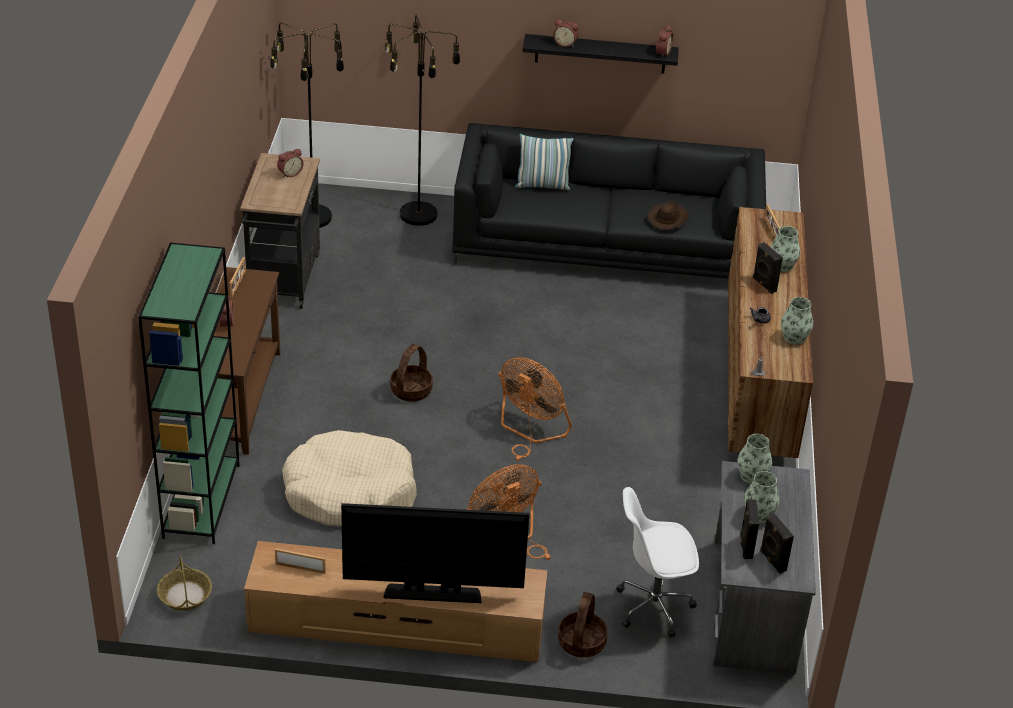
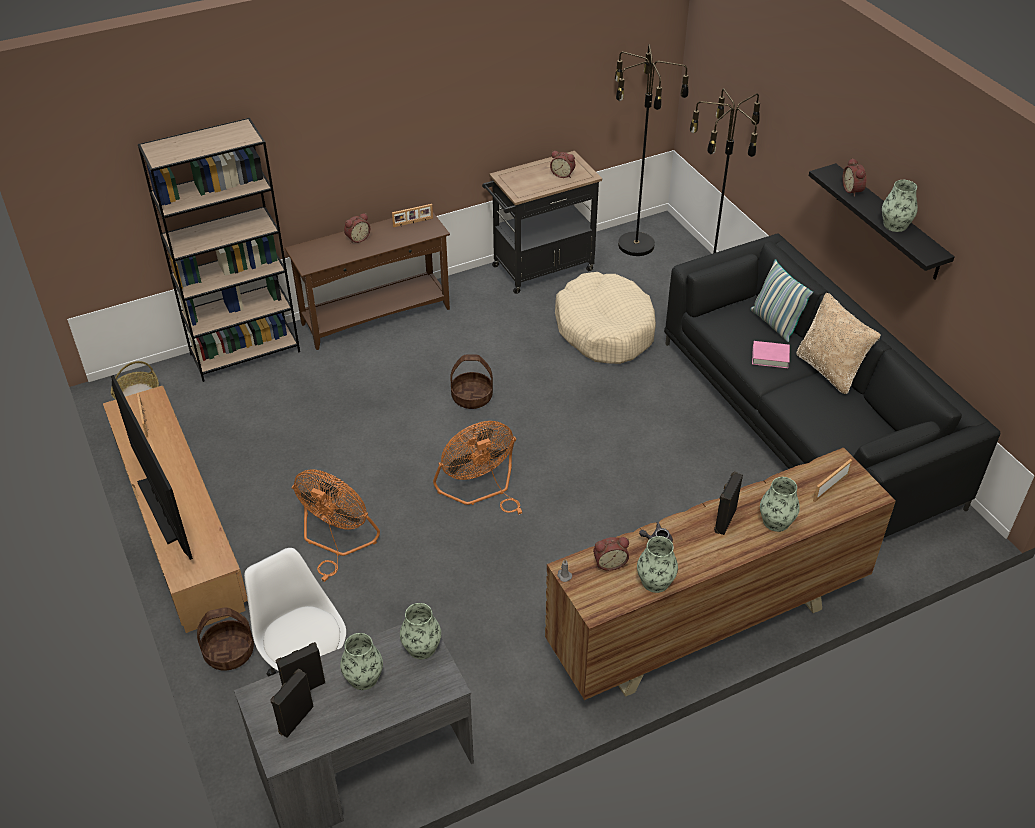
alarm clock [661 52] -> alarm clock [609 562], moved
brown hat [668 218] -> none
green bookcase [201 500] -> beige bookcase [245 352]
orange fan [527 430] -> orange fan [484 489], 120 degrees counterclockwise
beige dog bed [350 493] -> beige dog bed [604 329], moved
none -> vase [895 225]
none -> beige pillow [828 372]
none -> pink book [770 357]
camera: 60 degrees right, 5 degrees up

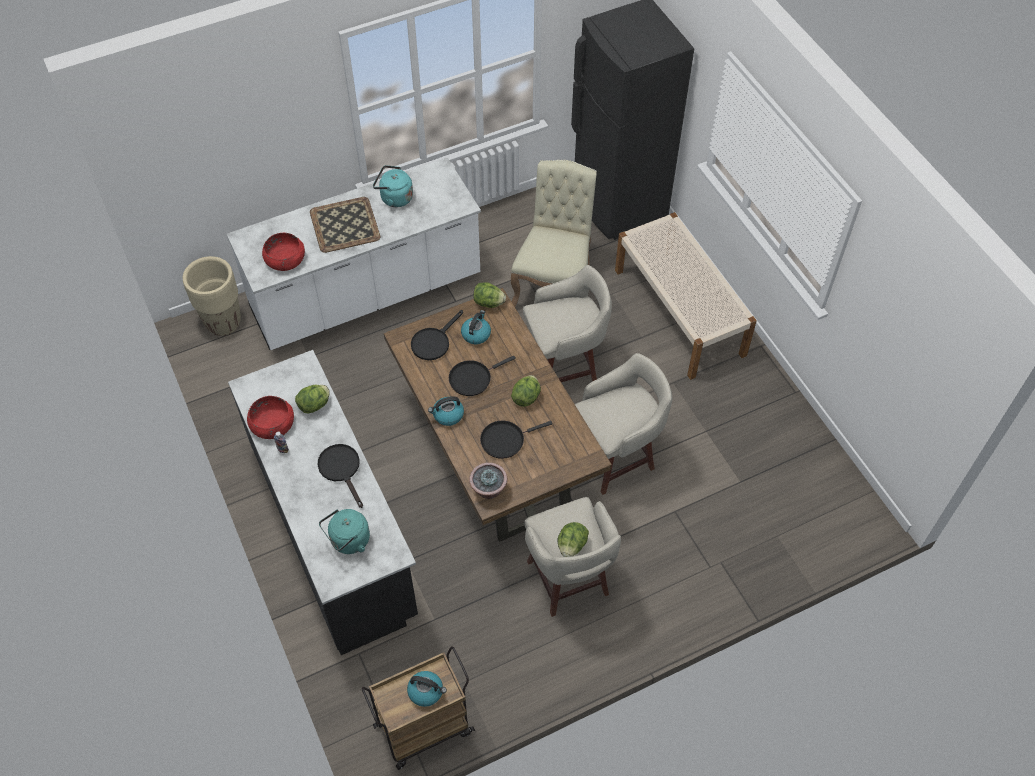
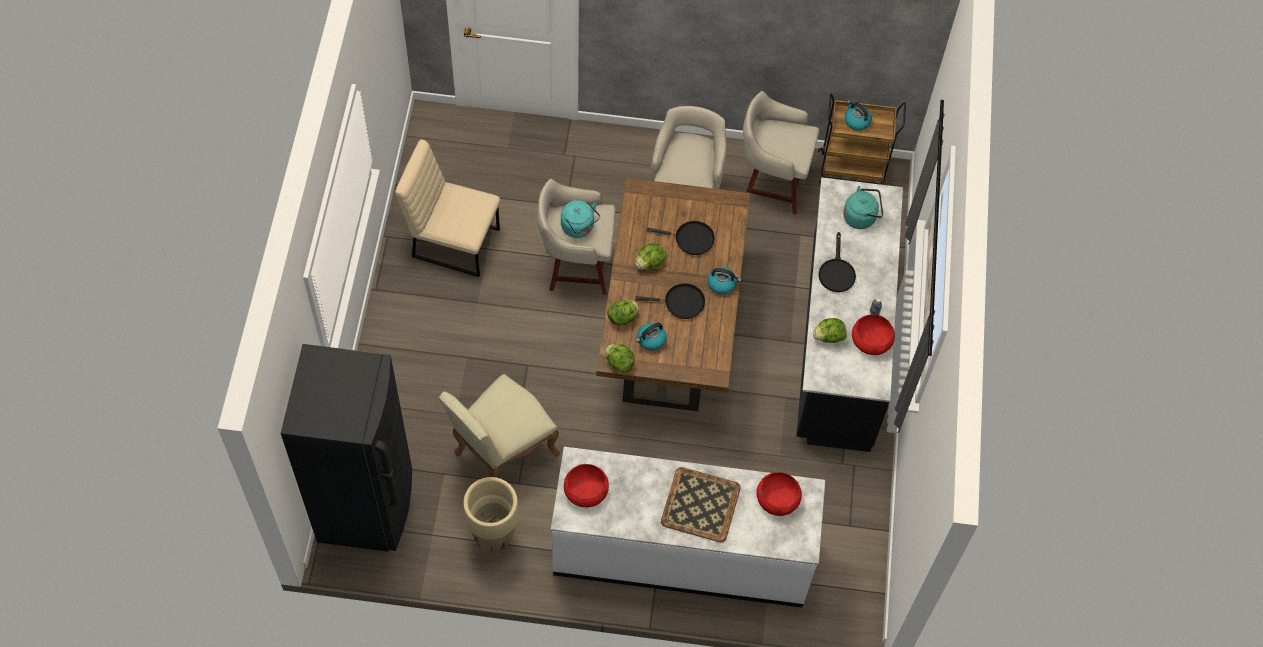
turquoise kettle [394 198] -> turquoise kettle [579 228], moved
beige bench [679 312] -> none
beige planter [223 323] -> beige planter [493 534], moved
beige stool [564 369] -> beige stool [771 186], moved
black frying pan [433 342] -> none
potted plant [488 490] -> none
lettuce [571 546] -> lettuce [623 318], moved
none -> beige chair [453 241]
none -> red bowl [586 490]
camera: 150 degrees left, 5 degrees up

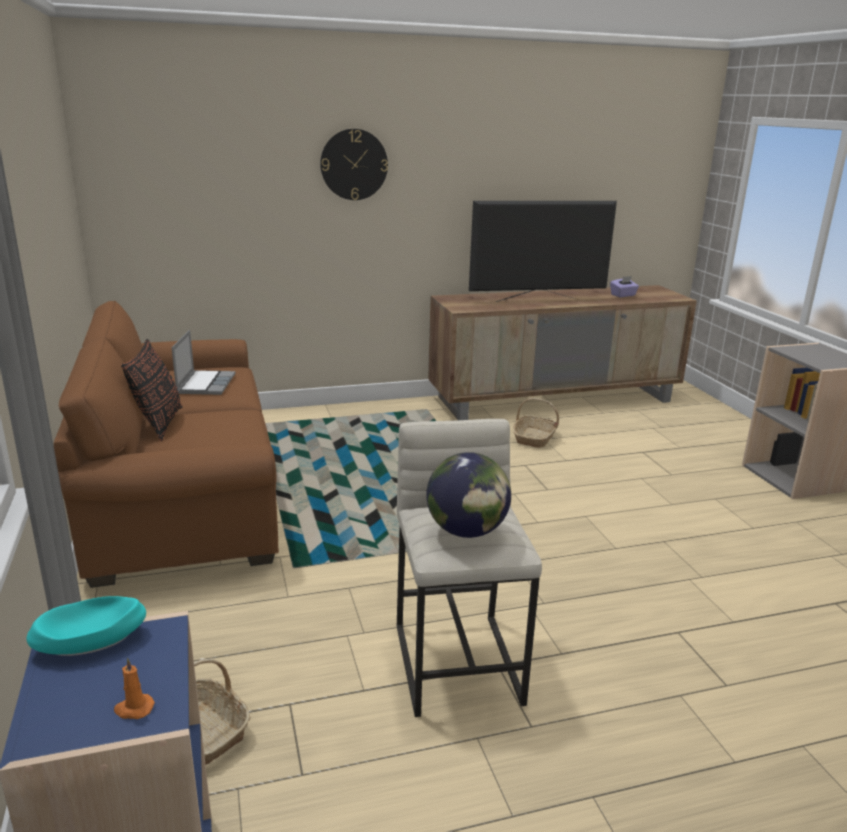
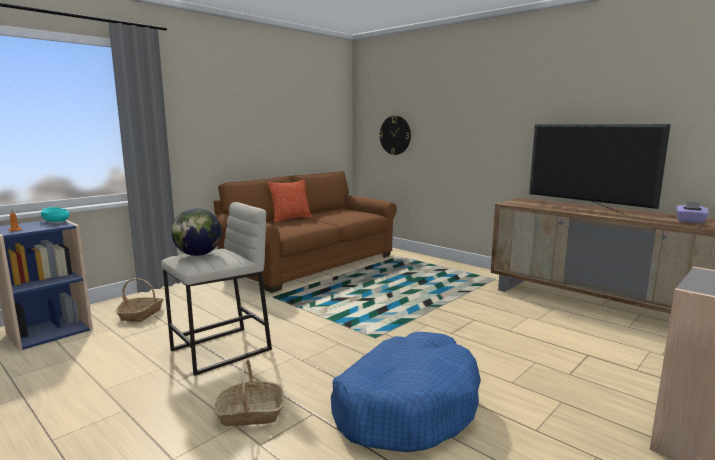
wall clock [354 164] -> wall clock [395 135], moved
laptop [205 384] -> none
black pillow [159 424] -> orange pillow [291 219]
basket [534 438] -> basket [250 414], moved
none -> blue dog bed [406 406]
camera: 60 degrees right, 10 degrees down

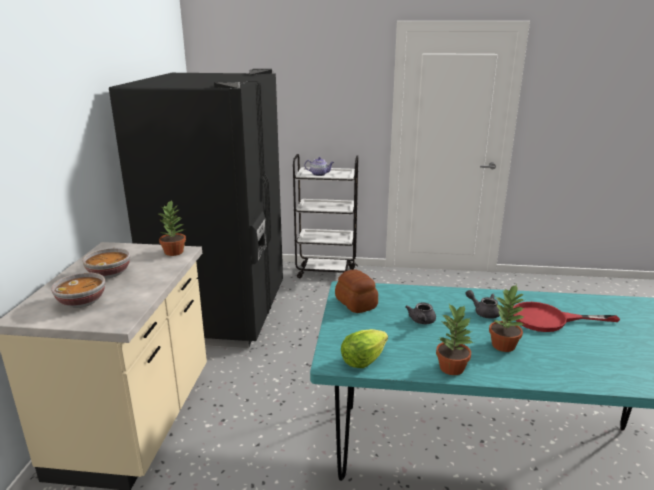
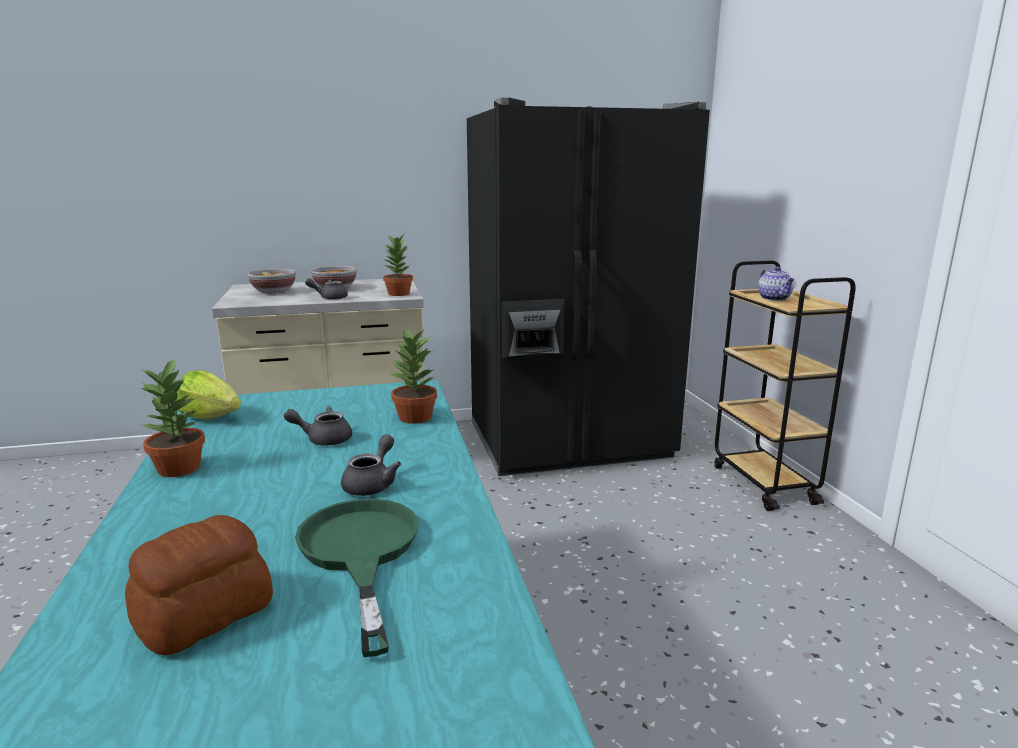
white cart [327 273] -> brown cart [765 485]
bread [356 303] -> bread [206 614], moved
potted plant [504 345] -> potted plant [415 418], moved
red frying pan [549 319] -> green frying pan [360 553]
none -> grey teapot [329 298]
camera: 70 degrees right, 5 degrees down

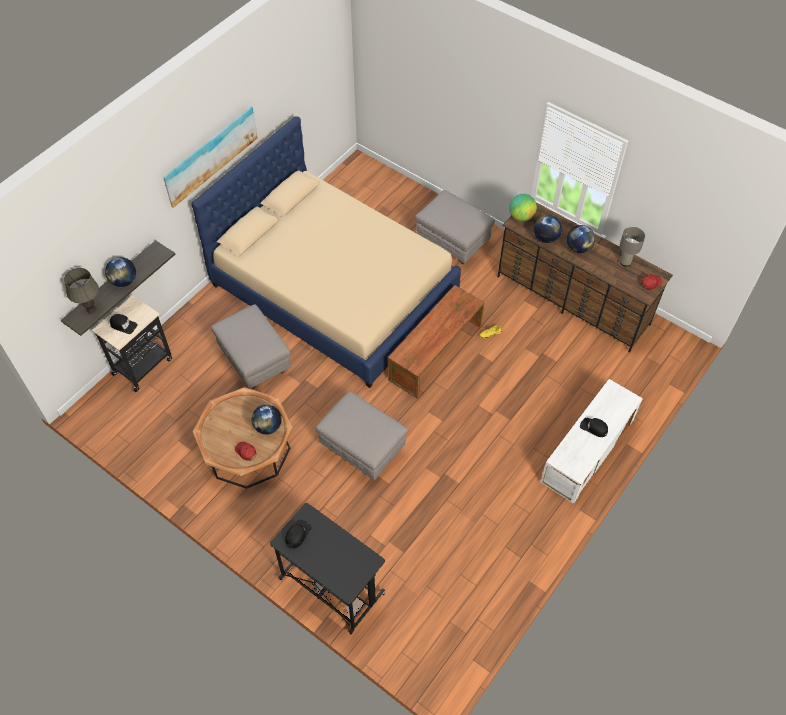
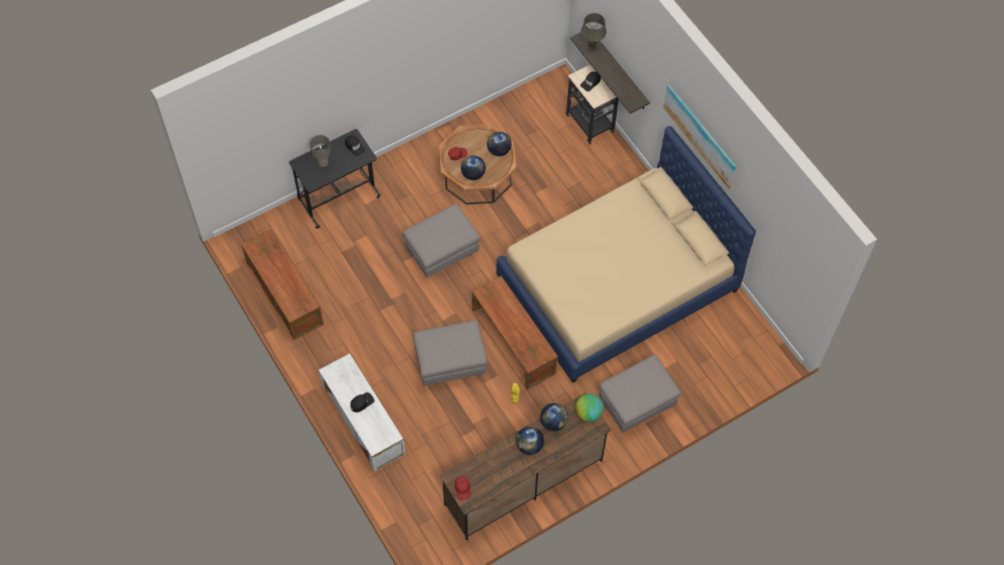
grey table lamp [625 262] -> grey table lamp [323 164], moved
globe [124 281] -> globe [499 151], moved
grey ottoman [254 361] -> grey ottoman [450 364], moved
none -> brown bench [283 292]
camera: 110 degrees right, 5 degrees up

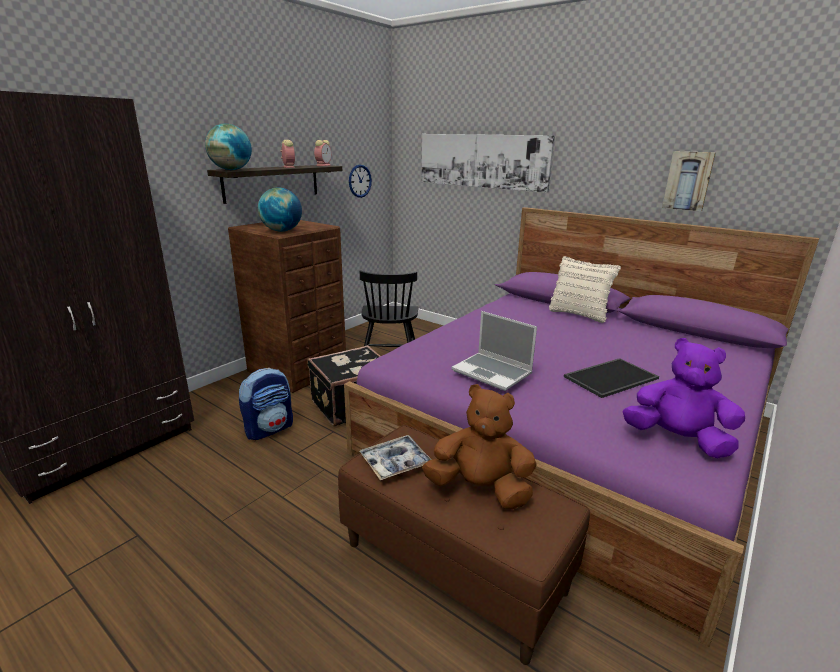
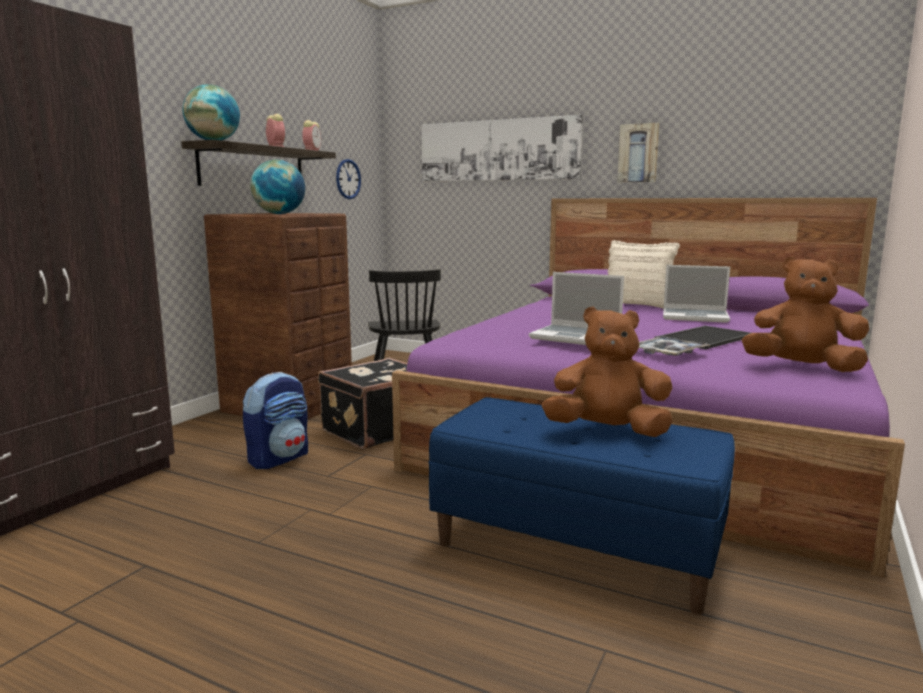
picture [688 181] -> picture [638 153], moved
purple plush toy [677 440] -> brown plush toy [801 368]
brown bench [454 566] -> blue bench [577 549]
tray [395 463] -> tray [668 353], moved
none -> laptop [695 317]
camera: 10 degrees left, 10 degrees down

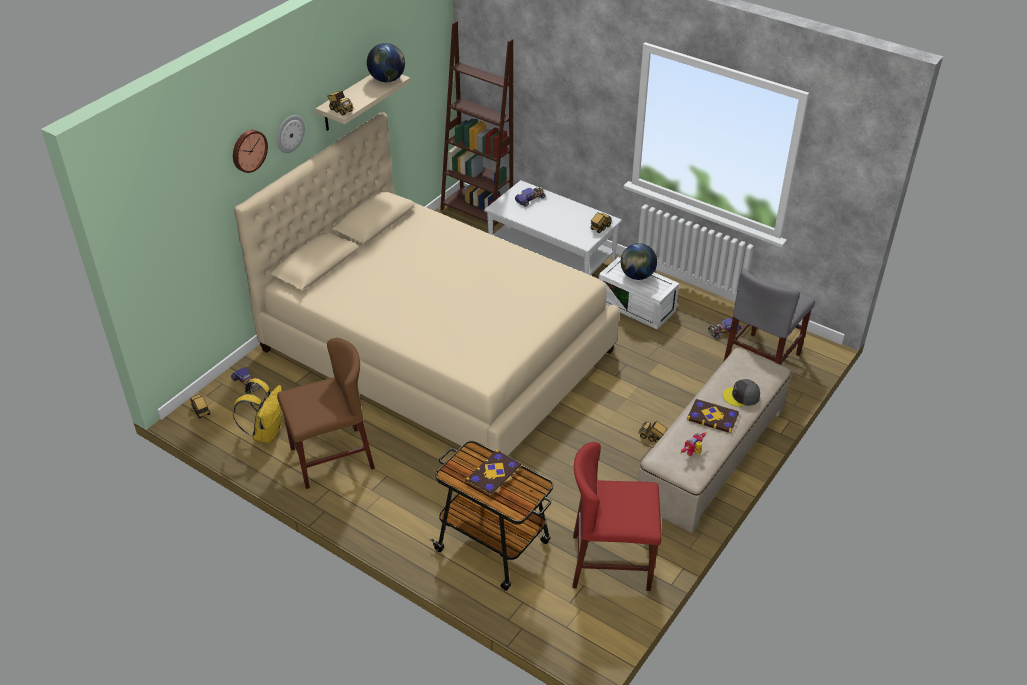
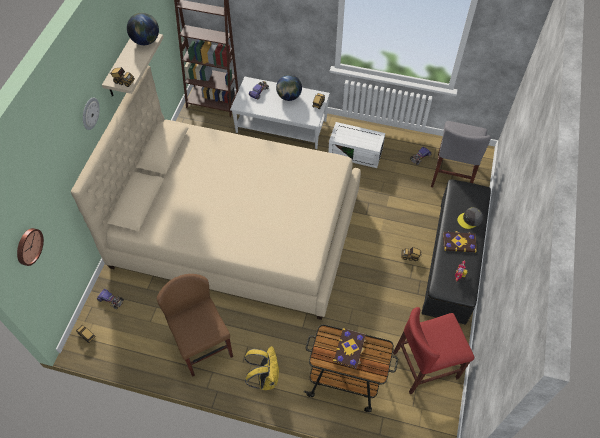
wall clock [248 150] -> wall clock [28 246], moved
globe [637 276] -> globe [289 97], moved
brown chair [332 458] -> brown chair [202 345], 75 degrees counterclockwise
beige bench [712 456] -> black bench [453 259]
yellow backpack [266 432] -> yellow backpack [265 377], moved
camera: 20 degrees left, 15 degrees up

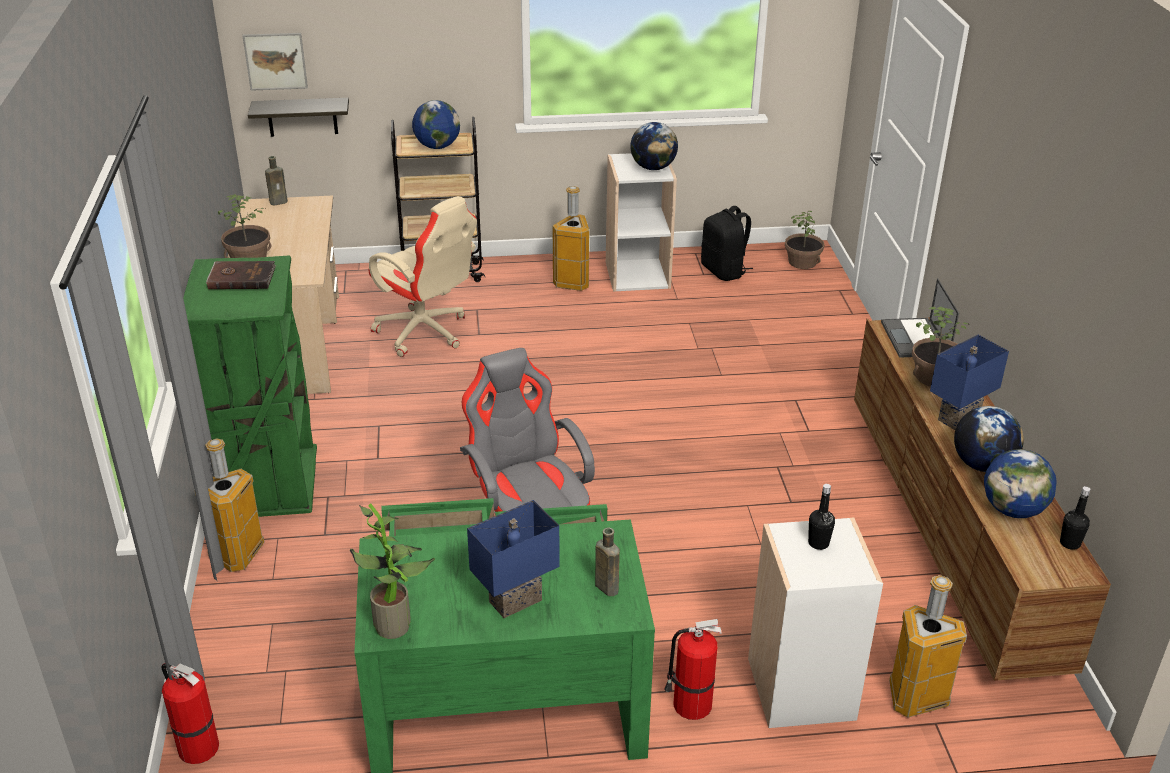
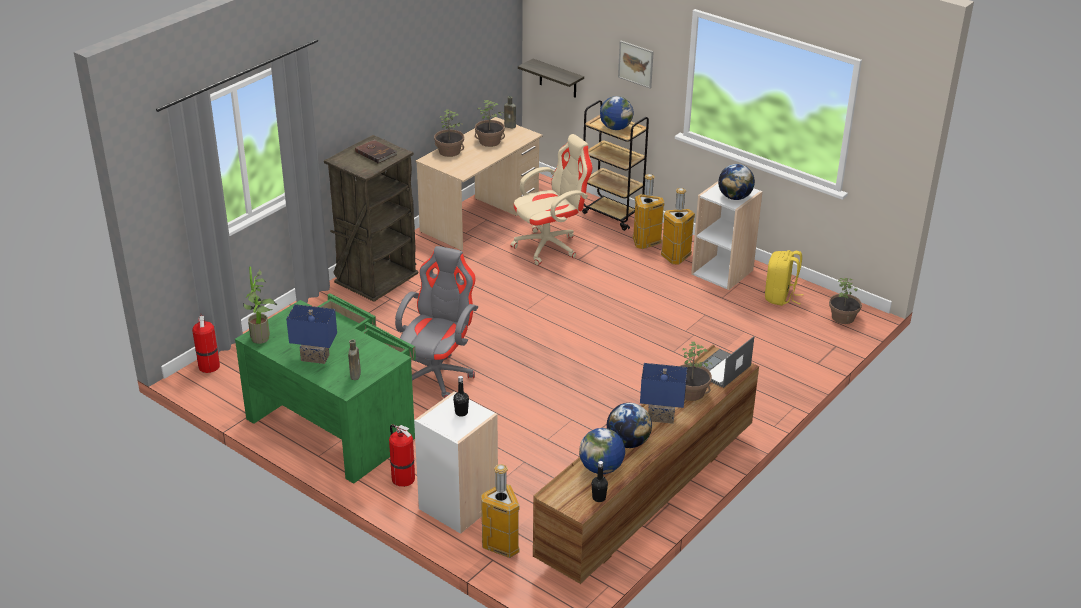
picture [275 61] -> picture [636 64], moved
beige office chair [426 335] -> beige office chair [551 246], 120 degrees counterclockwise
black backpack [724 271] -> yellow backpack [780 297]
green bookcase [269 481] -> brown bookcase [377 277]
trash can [238 554] -> trash can [646 243], moved
none -> potted plant [489 142]
camera: 45 degrees right, 0 degrees up

